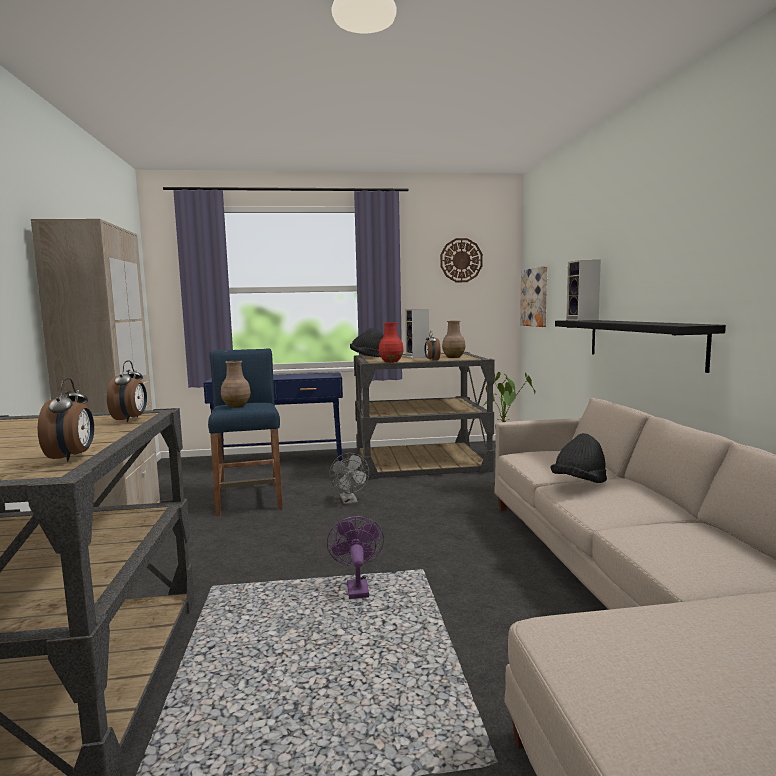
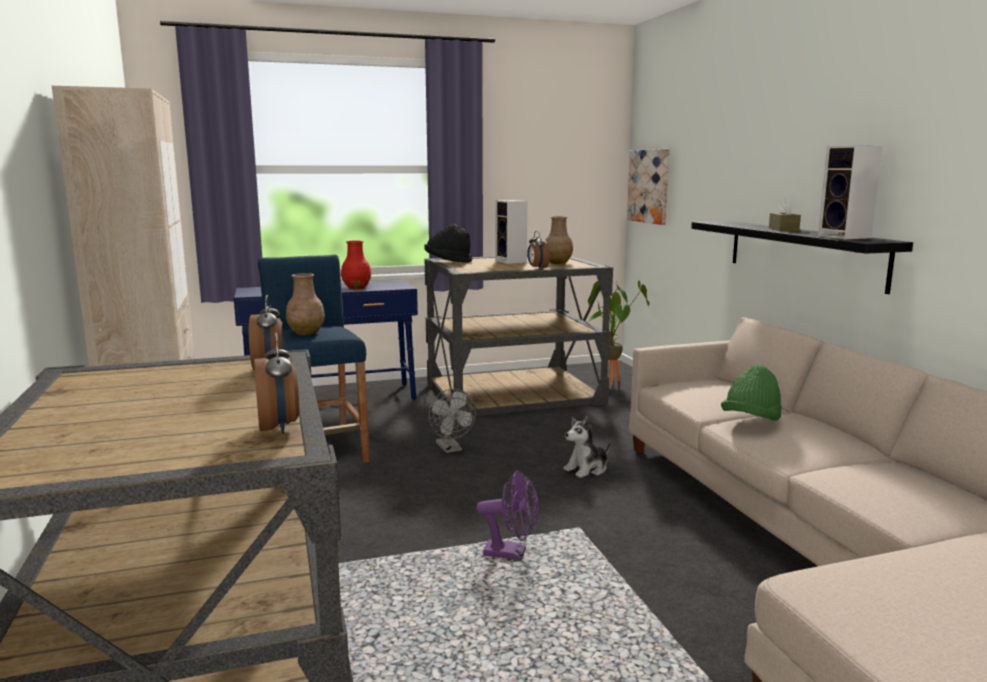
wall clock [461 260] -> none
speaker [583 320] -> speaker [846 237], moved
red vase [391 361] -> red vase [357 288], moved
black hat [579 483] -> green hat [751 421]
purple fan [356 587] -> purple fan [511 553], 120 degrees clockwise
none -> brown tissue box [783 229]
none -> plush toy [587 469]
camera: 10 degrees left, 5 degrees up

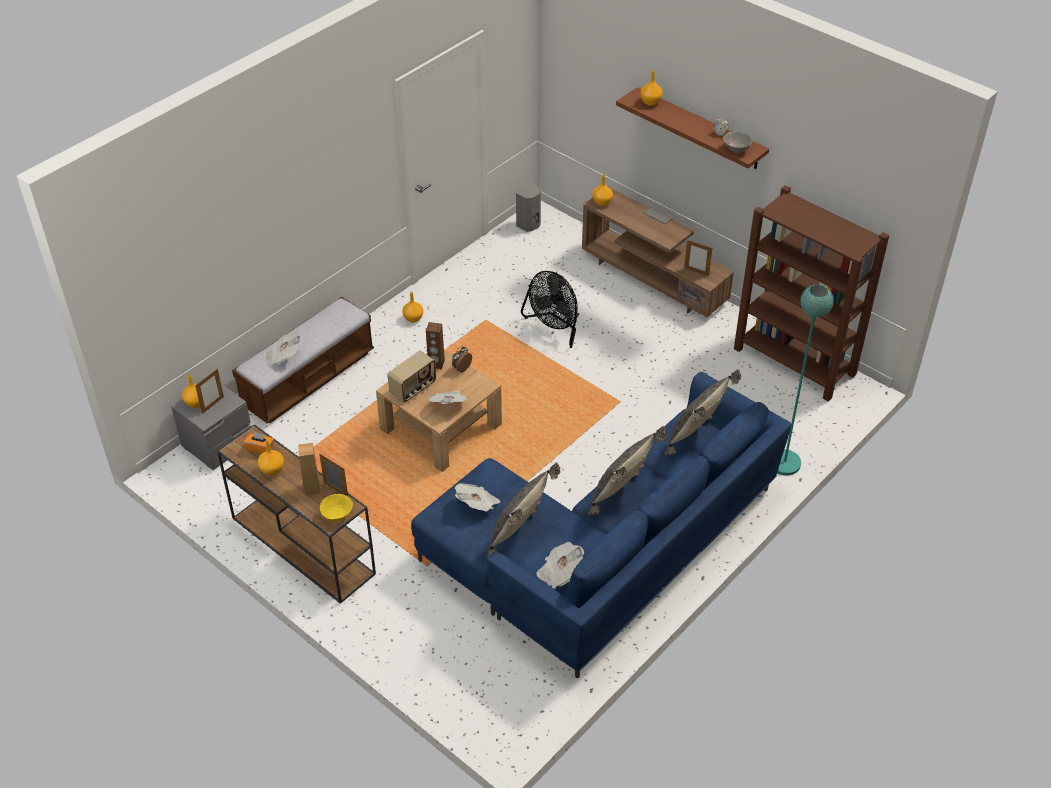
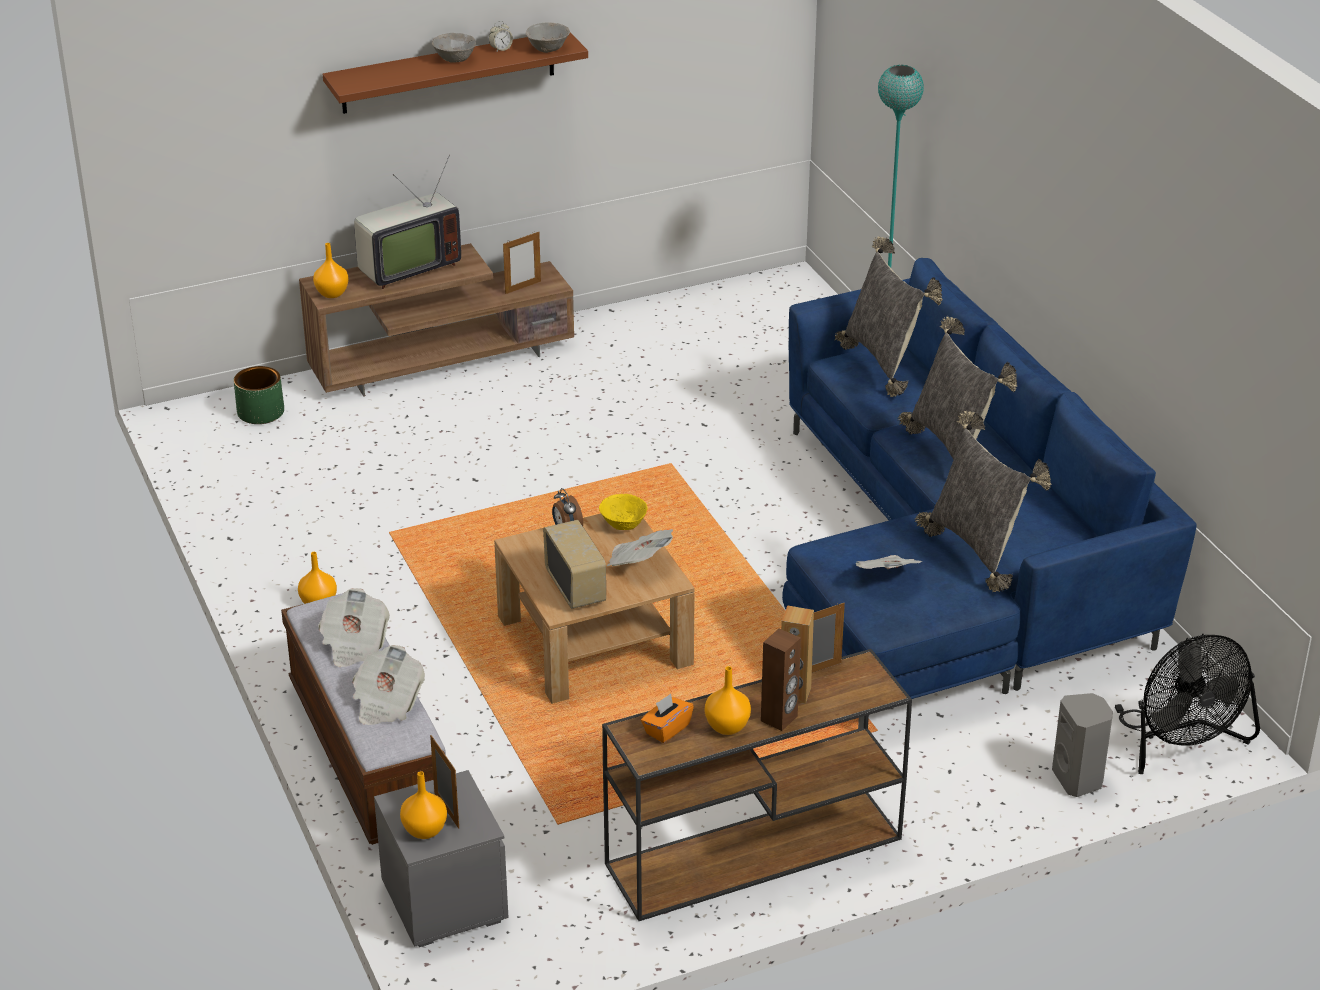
orange vase [651 102] -> none
grey speaker [529 225] -> grey speaker [1079 779], moved
brown bookcase [794 361] -> none
black fan [555 325] -> black fan [1176 743], moved
brown speaker [436 364] -> brown speaker [779 719], moved
yellow bowl [337 515] -> yellow bowl [623 524], moved
newspaper [560 573] -> newspaper [354 644], moved
none -> grey bowl [454 59]
none -> television [406 268]
none -> green planter [261 413]
camera: 65 degrees left, 10 degrees down

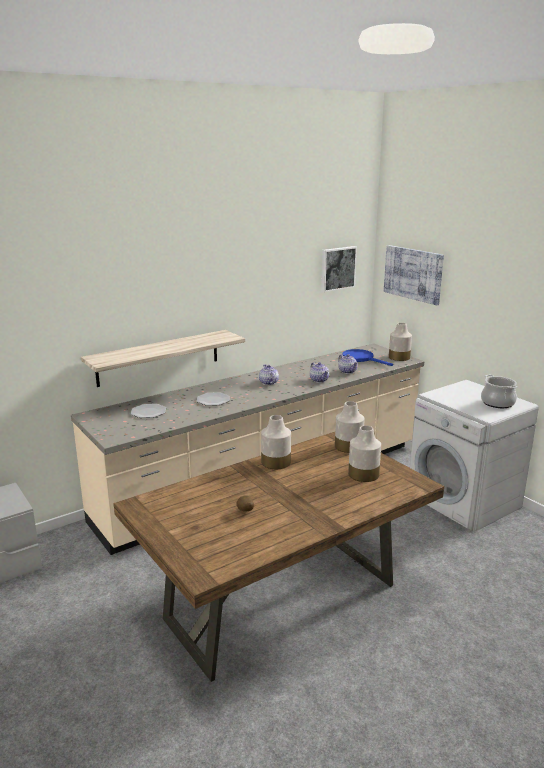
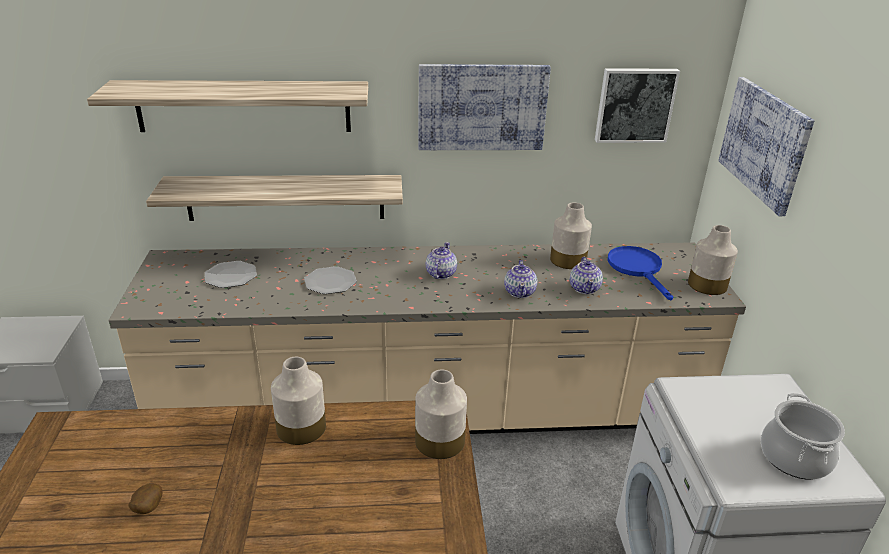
beige vase [363 474] -> beige vase [567 260], moved
none -> picture [482 107]
none -> shelf [244 106]
camera: 30 degrees right, 10 degrees up

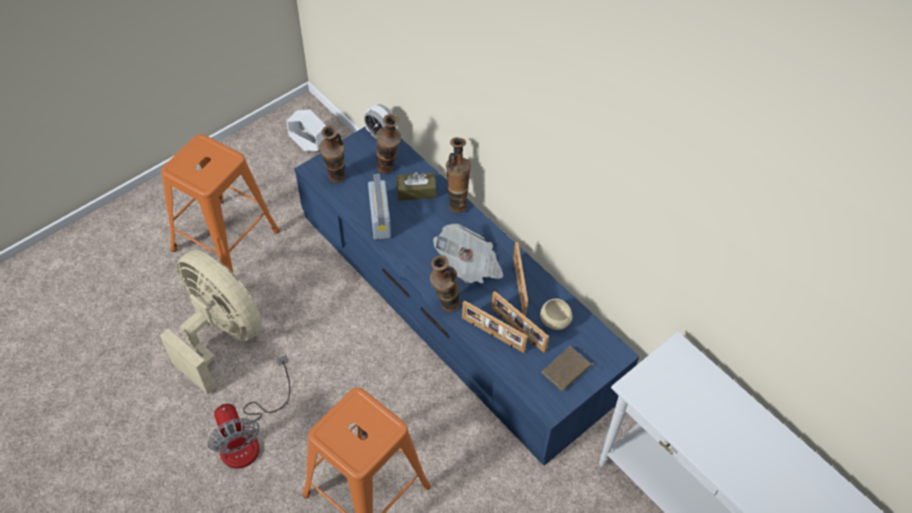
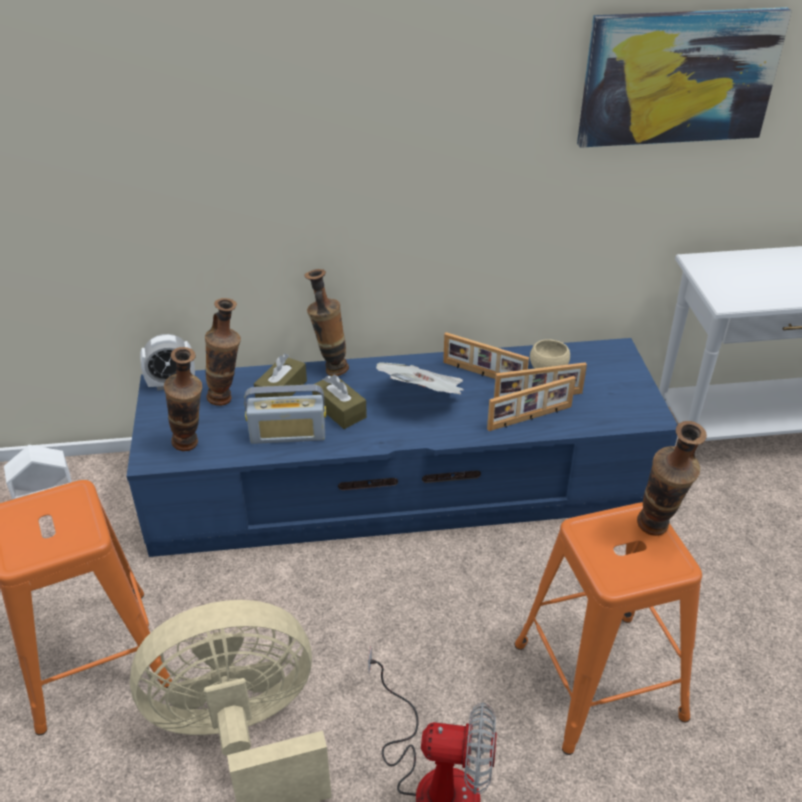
radio [380 218] -> radio [288 434], 150 degrees clockwise
vase [445 308] -> vase [656 533], moved
brown book [567 371] -> none
none -> picture [678 77]
none -> brown tissue box [339 410]
camera: 55 degrees left, 15 degrees down

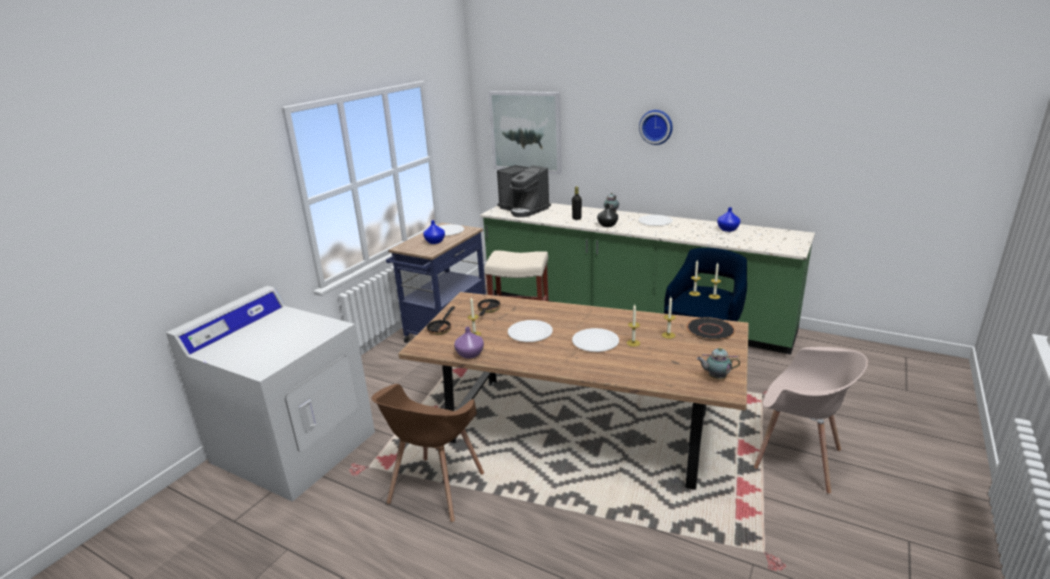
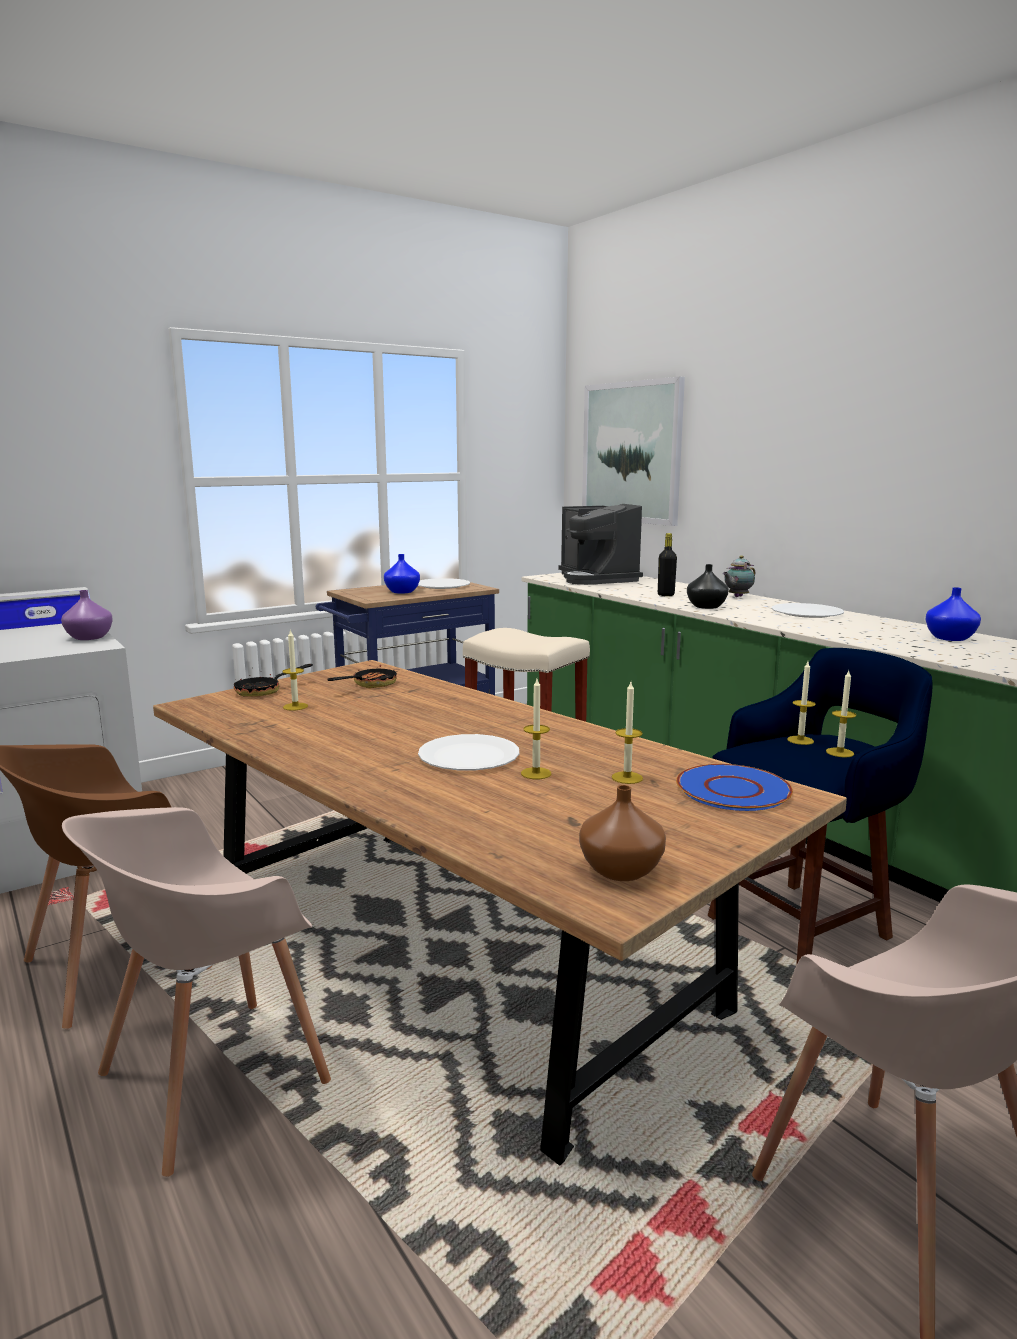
wall clock [656 126] -> none
black plate [710 330] -> blue plate [733 790]
white plate [530 332] -> none
purple vase [469 354] -> purple vase [88 637], moved
teapot [716 377] -> brown vase [622 870]
none -> beige chair [211 1080]
camera: 25 degrees right, 10 degrees down

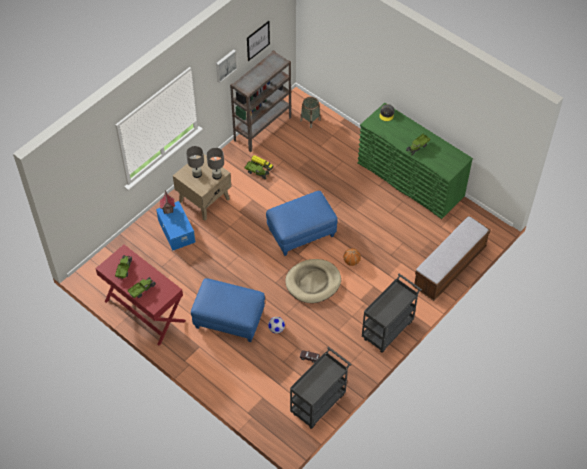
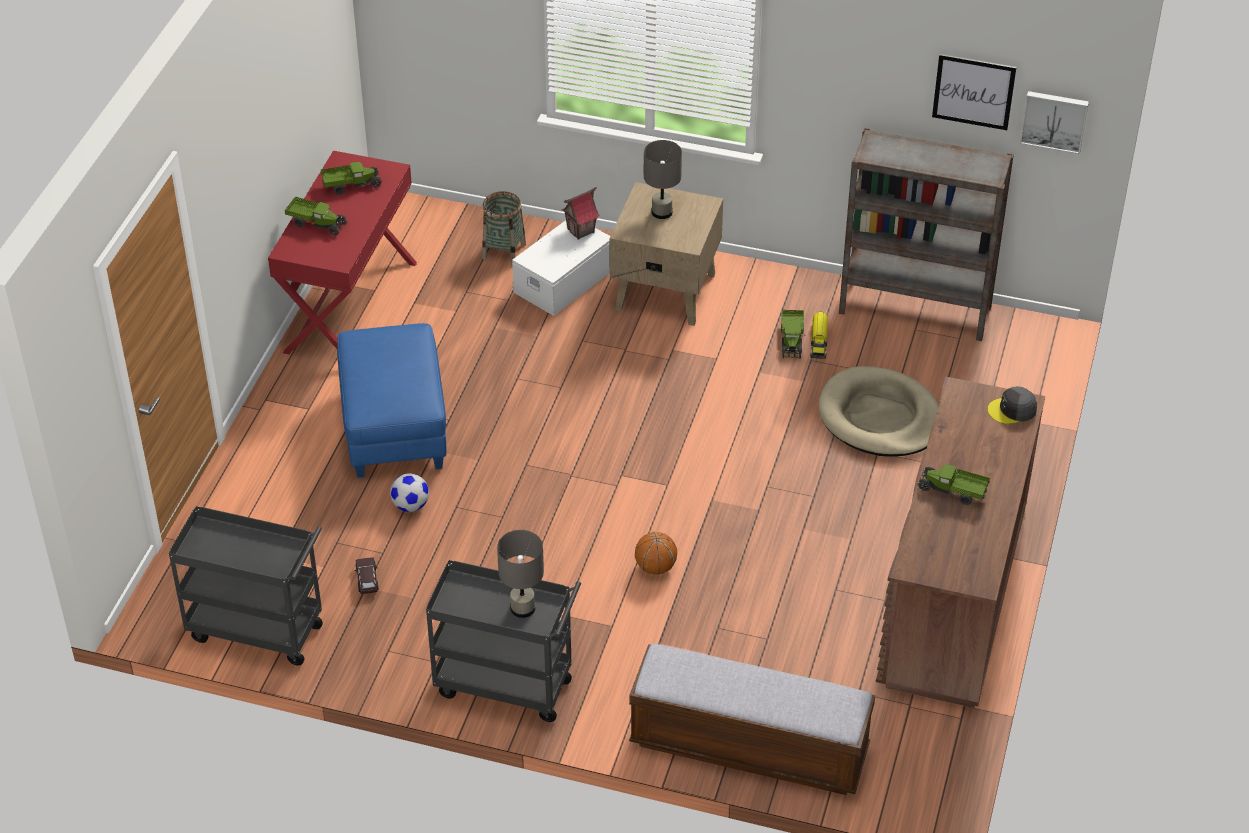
picture [225 65] -> picture [1054 120], moved
basket [310 120] -> basket [504 251], moved
green dresser [410 181] -> brown dresser [953 597]
grey table lamp [216 175] -> grey table lamp [522 607], moved
blue ottoman [301 233] -> none
blue storage box [176 231] -> white storage box [562 281]
beige dog bed [313 282] -> beige dog bed [880 417], moved
camera: 65 degrees right, 10 degrees down

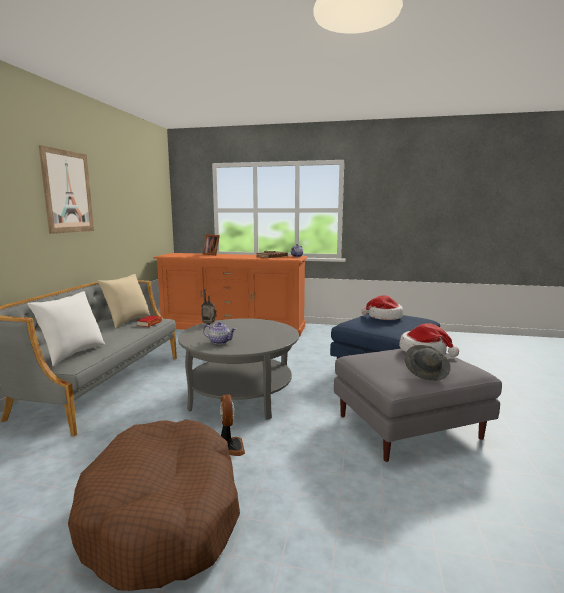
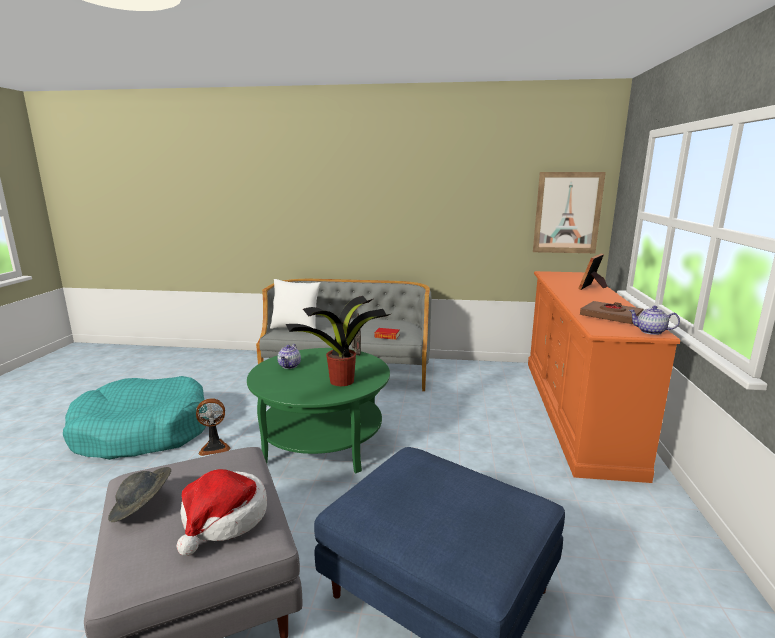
picture [68 192] -> picture [567 213], moved
beige pillow [127 321] -> none
hat [384 317] -> none
grey coffee table [240 395] -> green coffee table [323 442]
brown dog bed [164 514] -> turquoise dog bed [142 432]
none -> potted plant [343 381]
camera: 85 degrees right, 5 degrees up

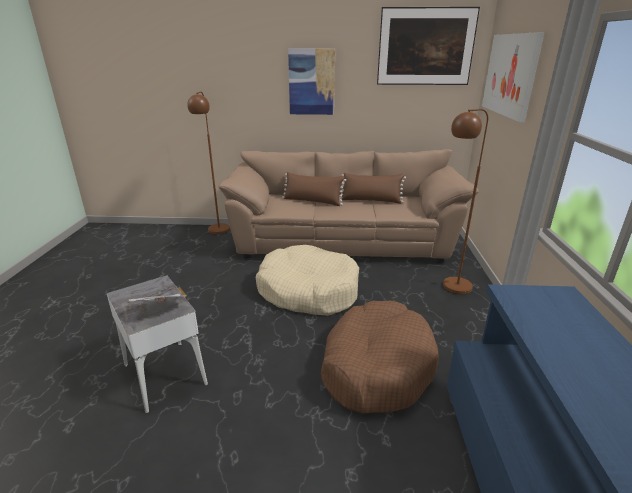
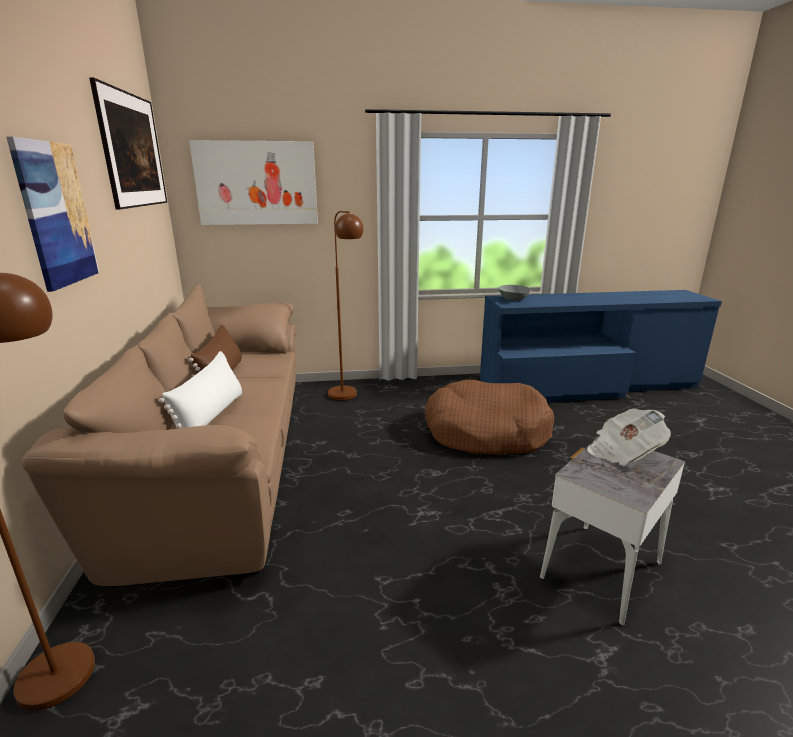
brown pillow [312 201] -> white pillow [211 415]
beige dog bed [308 291] -> none
none -> grey bowl [513 299]
camera: 100 degrees left, 5 degrees down

